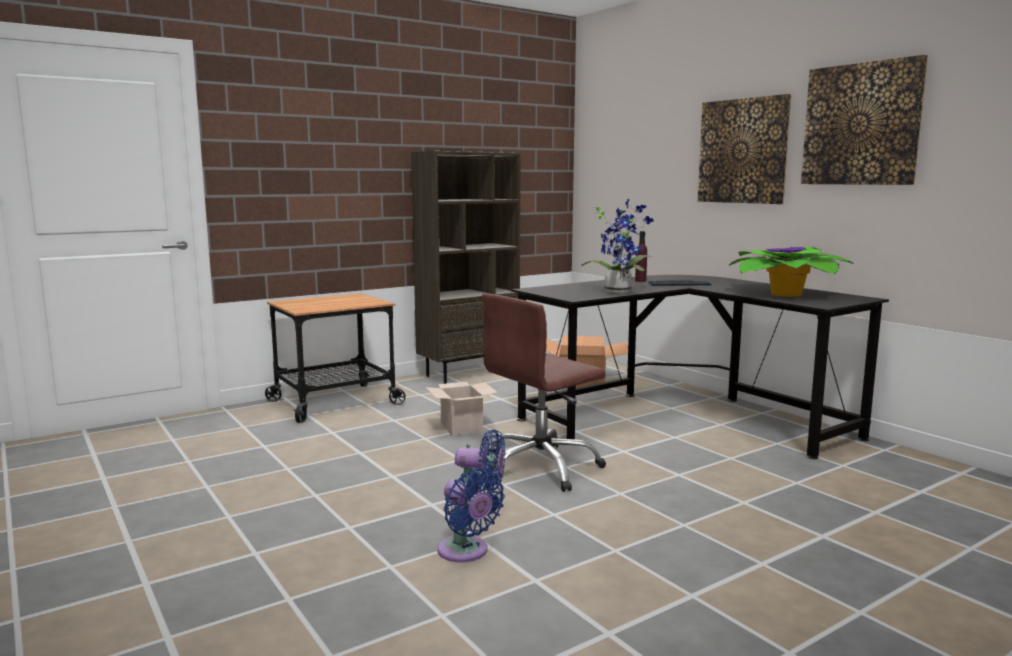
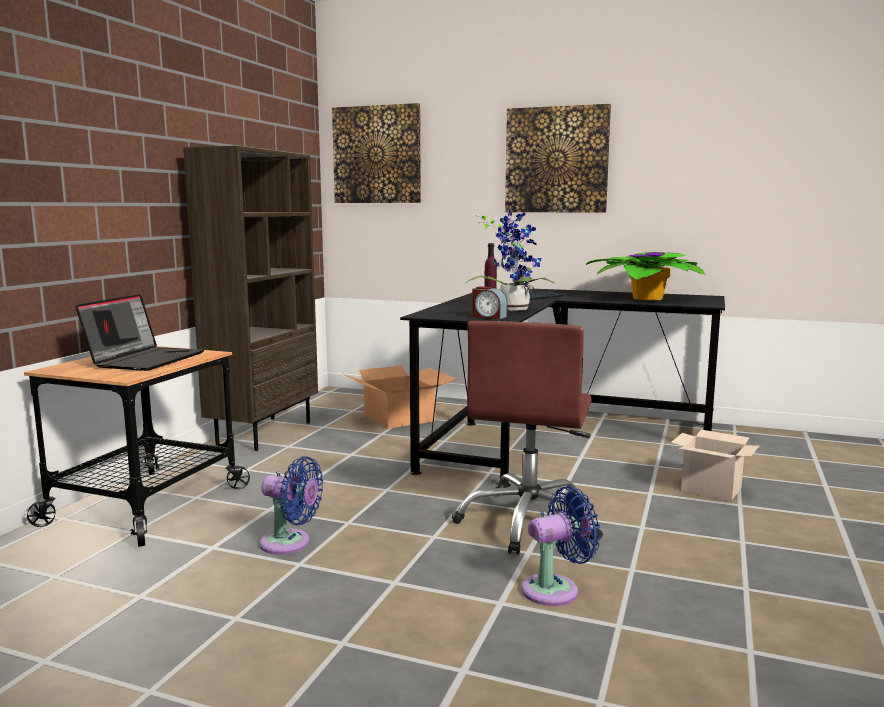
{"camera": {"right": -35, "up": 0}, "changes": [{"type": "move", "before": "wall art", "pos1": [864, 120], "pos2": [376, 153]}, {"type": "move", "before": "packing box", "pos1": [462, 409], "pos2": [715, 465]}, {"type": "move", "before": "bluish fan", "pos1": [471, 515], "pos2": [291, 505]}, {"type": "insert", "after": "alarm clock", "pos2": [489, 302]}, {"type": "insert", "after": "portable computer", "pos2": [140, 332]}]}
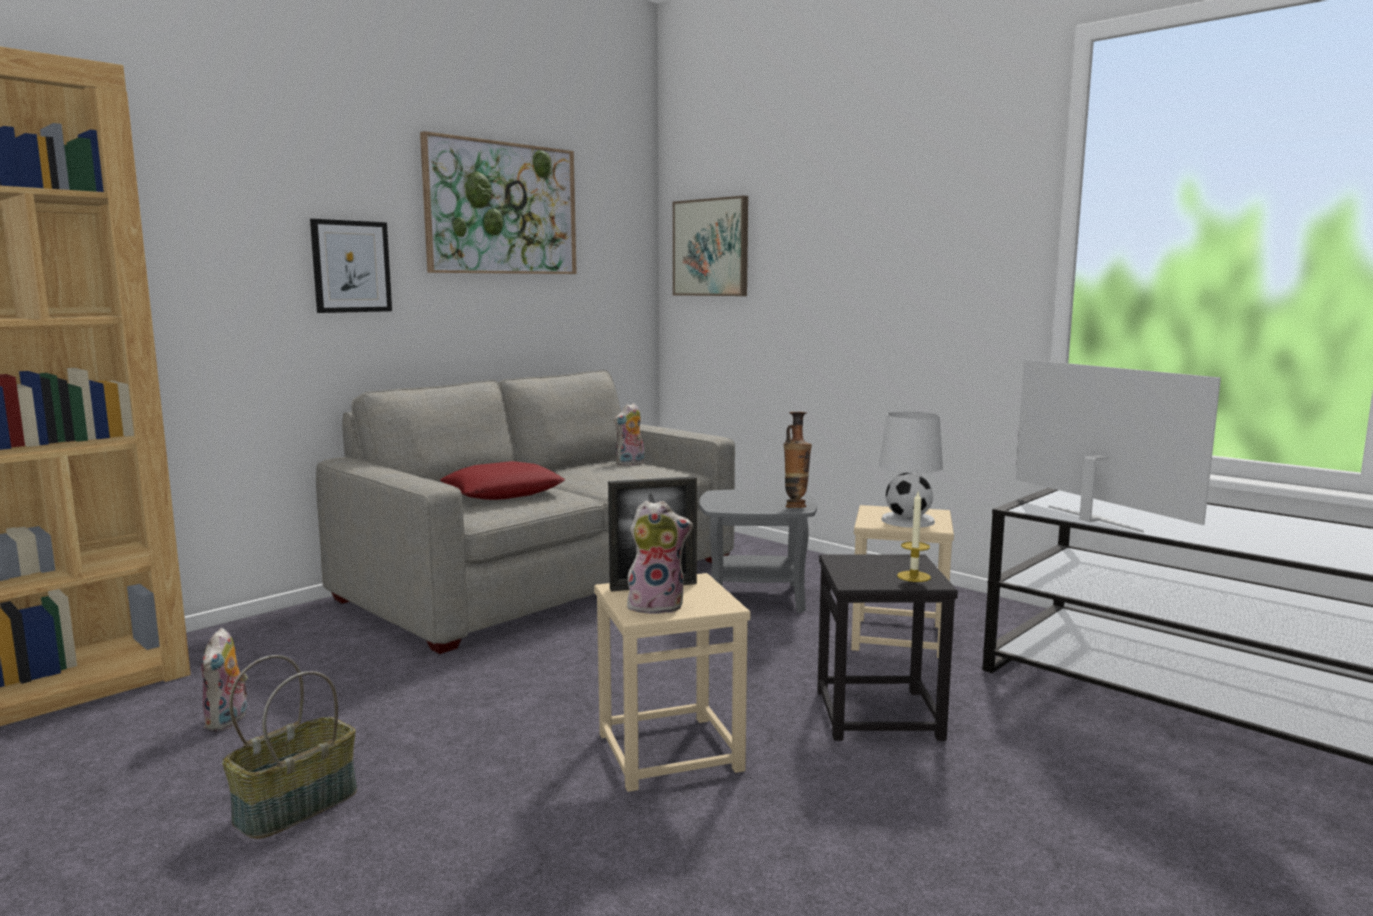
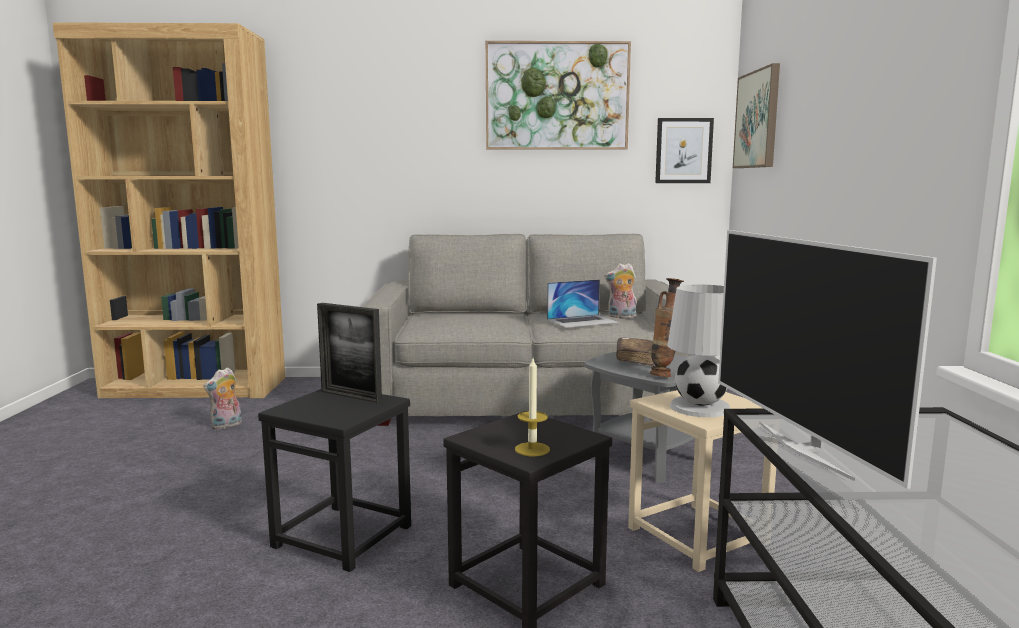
{"camera": {"right": 45, "up": 0}, "changes": [{"type": "move", "before": "wall art", "pos1": [351, 266], "pos2": [684, 150]}, {"type": "rotate", "before": "TV set", "pos1": [1118, 446], "pos2": [827, 359], "turn": 150}, {"type": "delete", "before": "reddish pillow", "pos1": [502, 480]}, {"type": "delete", "before": "plush toy", "pos1": [660, 557]}, {"type": "recolor", "before": "beige stool seat", "after": "blackish stool seat", "pos1": [672, 682], "pos2": [334, 480]}, {"type": "delete", "before": "household basket", "pos1": [289, 747]}, {"type": "insert", "after": "portable computer", "pos2": [583, 303]}, {"type": "insert", "after": "brown book", "pos2": [635, 352]}]}
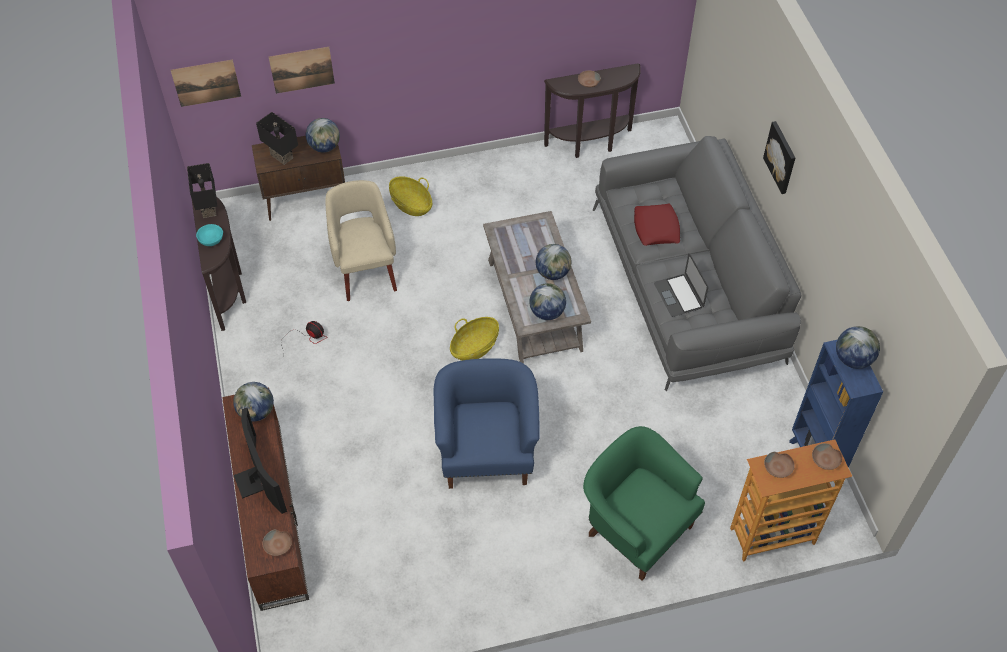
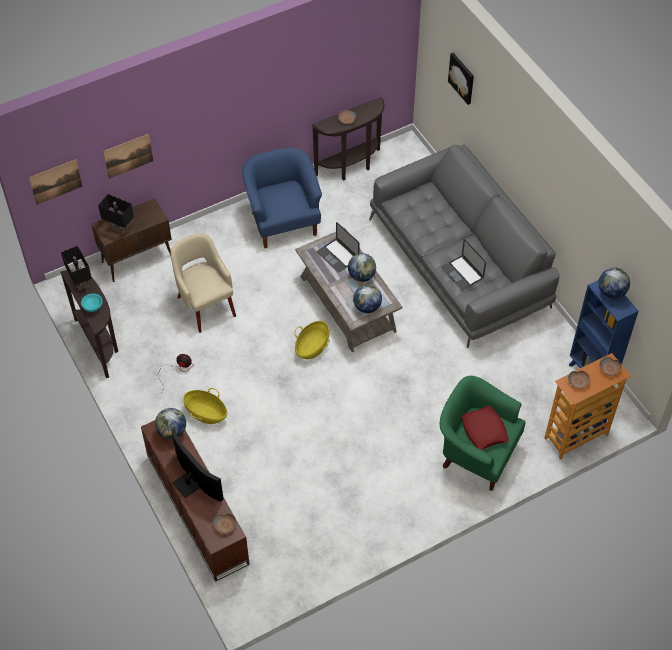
{"camera": {"right": -15, "up": 0}, "changes": [{"type": "delete", "before": "globe", "pos1": [323, 135]}, {"type": "move", "before": "wall art", "pos1": [779, 157], "pos2": [461, 79]}, {"type": "move", "before": "household basket", "pos1": [410, 196], "pos2": [205, 406]}, {"type": "move", "before": "reddish pillow", "pos1": [657, 225], "pos2": [485, 427]}, {"type": "move", "before": "bluish lounge chair", "pos1": [487, 423], "pos2": [282, 198]}, {"type": "insert", "after": "portable computer", "pos2": [338, 247]}]}
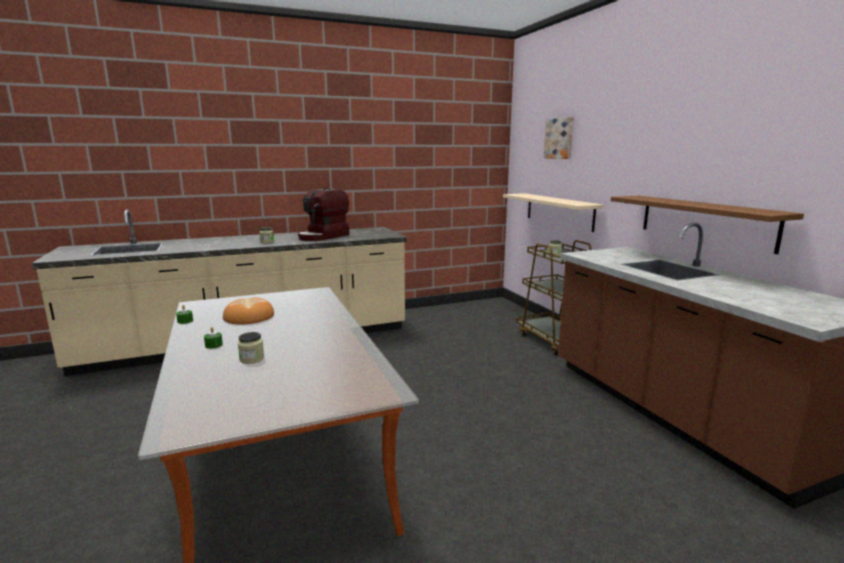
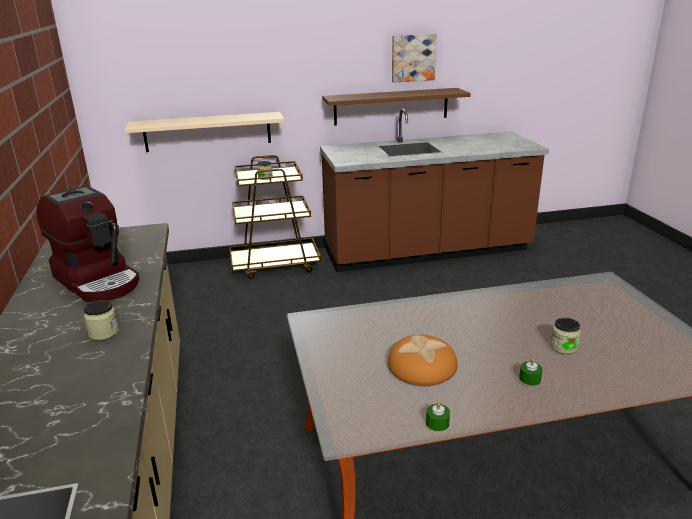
{"camera": {"right": -80, "up": 10}, "changes": [{"type": "move", "before": "wall art", "pos1": [558, 138], "pos2": [414, 58]}]}
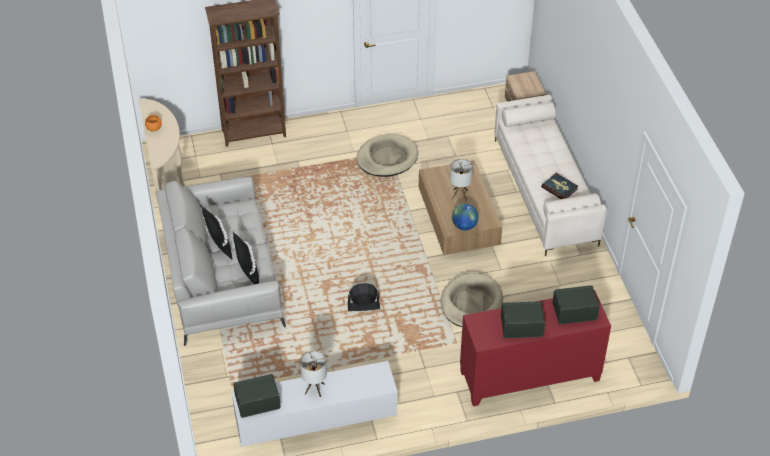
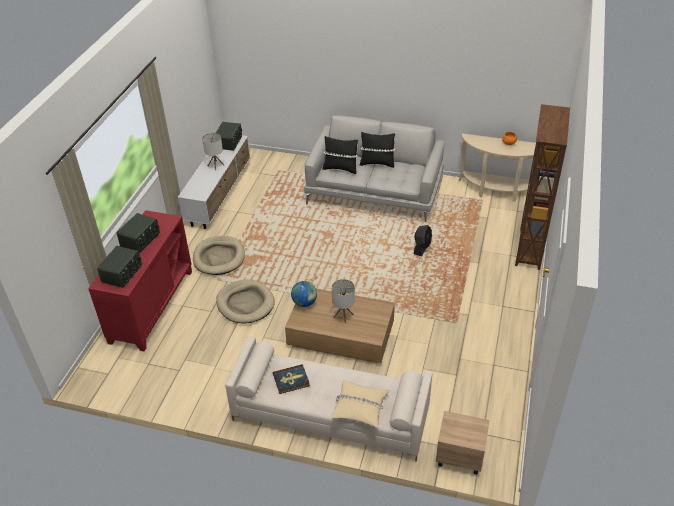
{"camera": {"right": 120, "up": -5}, "changes": [{"type": "move", "before": "beige dog bed", "pos1": [387, 155], "pos2": [219, 255]}, {"type": "move", "before": "blackish fan", "pos1": [364, 297], "pos2": [423, 240]}, {"type": "insert", "after": "beige pillow", "pos2": [360, 404]}]}
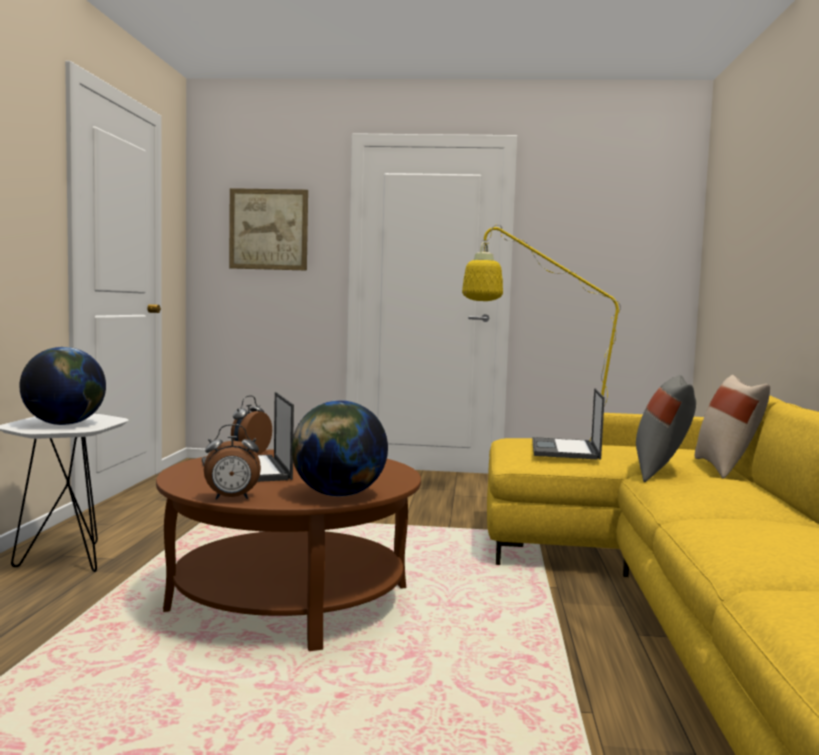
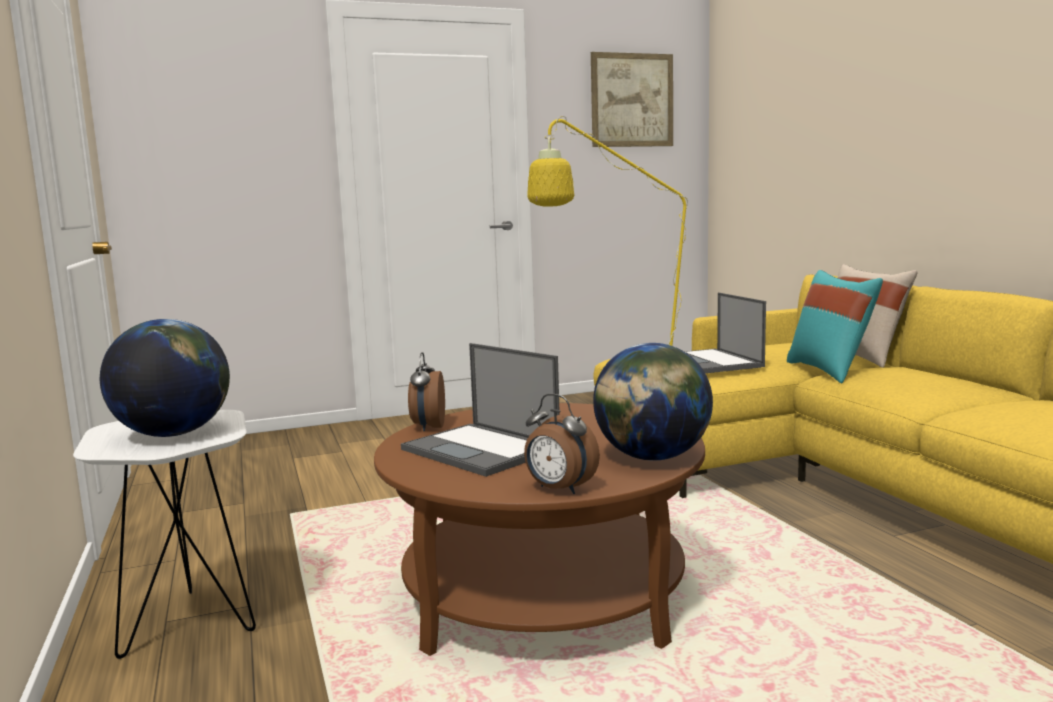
{"camera": {"right": -25, "up": 5}, "changes": [{"type": "move", "before": "wall art", "pos1": [268, 229], "pos2": [632, 99]}, {"type": "recolor", "before": "gray pillow", "after": "blue-green pillow", "pos1": [666, 428], "pos2": [835, 327]}, {"type": "rotate", "before": "alarm clock", "pos1": [232, 462], "pos2": [562, 444], "turn": 75}]}
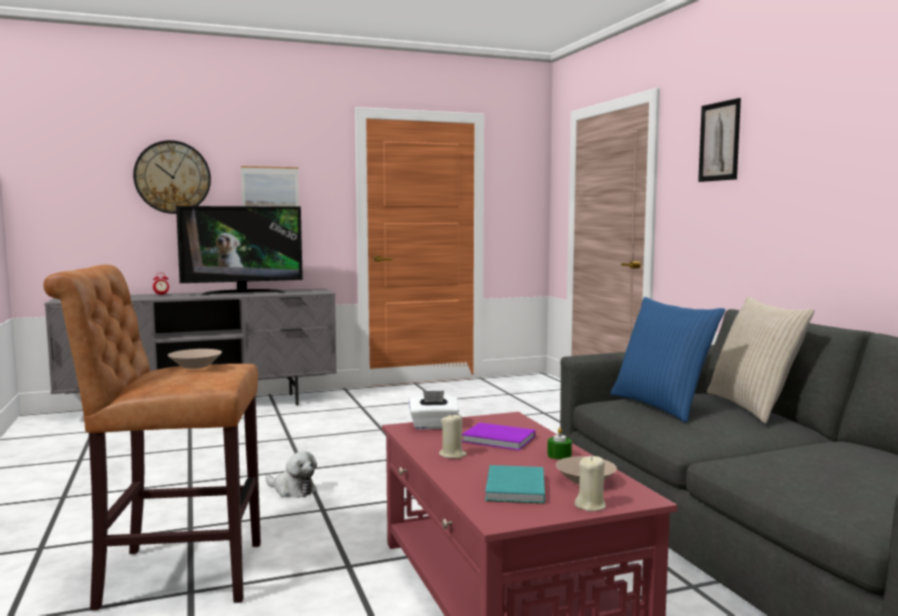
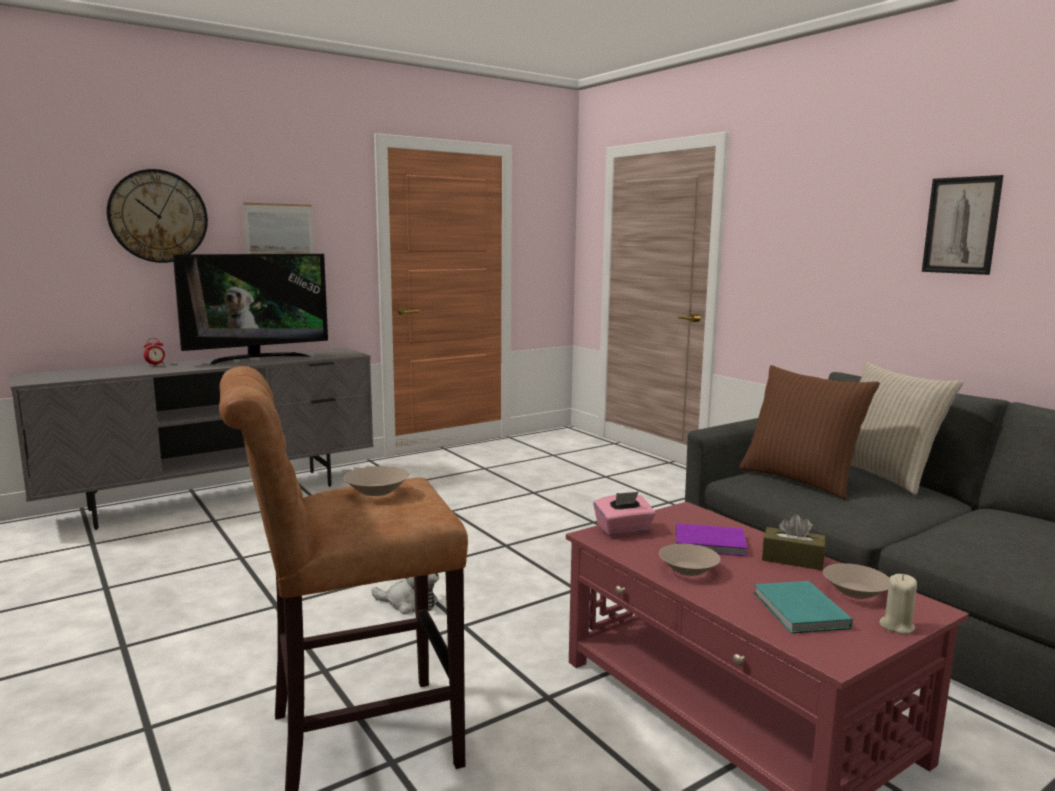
{"camera": {"right": -15, "up": 5}, "changes": [{"type": "move", "before": "wall art", "pos1": [719, 140], "pos2": [963, 225]}, {"type": "recolor", "before": "bluish pillow", "after": "brown pillow", "pos1": [667, 360], "pos2": [809, 432]}, {"type": "recolor", "before": "white-coloured tissue holder", "after": "pinkish tissue holder", "pos1": [434, 409], "pos2": [624, 514]}, {"type": "replace", "before": "beige candle", "after": "beige bowl", "pos1": [453, 436], "pos2": [689, 560]}, {"type": "replace", "before": "green-coloured candle", "after": "brown tissue holder", "pos1": [559, 444], "pos2": [794, 542]}]}
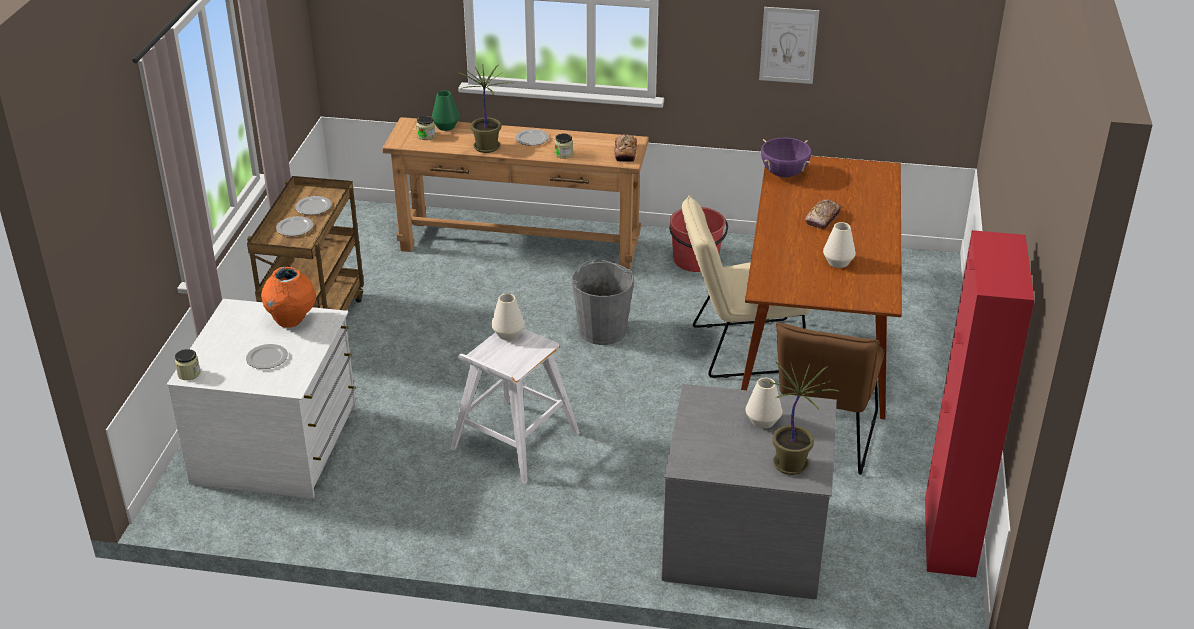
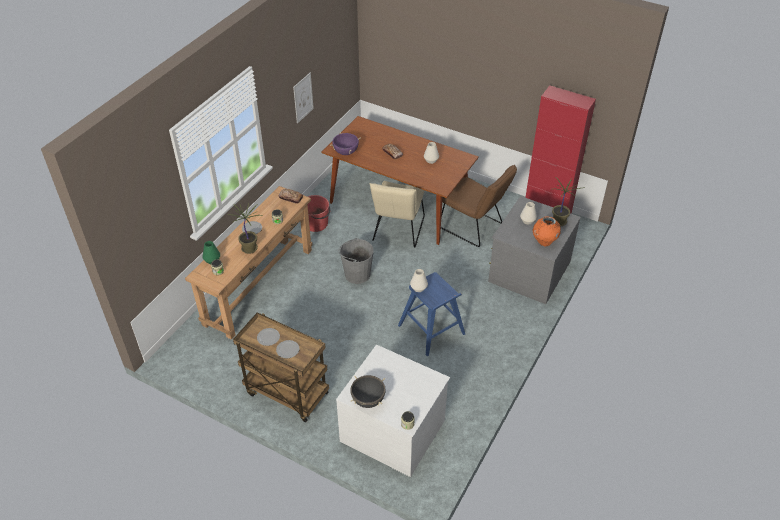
{"camera": {"right": -70, "up": 10}, "changes": [{"type": "move", "before": "orange decorative vase", "pos1": [288, 297], "pos2": [547, 231]}, {"type": "recolor", "before": "white-coloured stool seat", "after": "bluish stool seat", "pos1": [515, 406], "pos2": [431, 314]}, {"type": "delete", "before": "flat dish", "pos1": [267, 356]}, {"type": "insert", "after": "blackish cooking pot", "pos2": [368, 391]}]}
